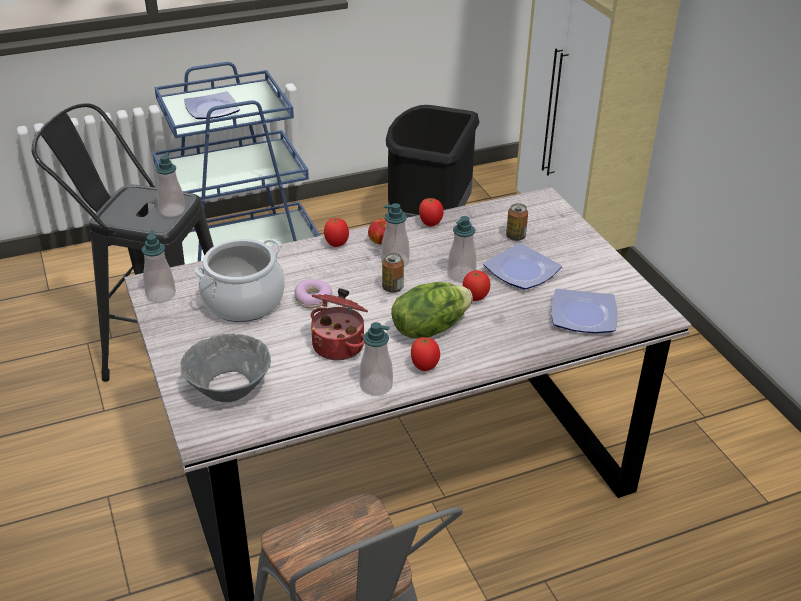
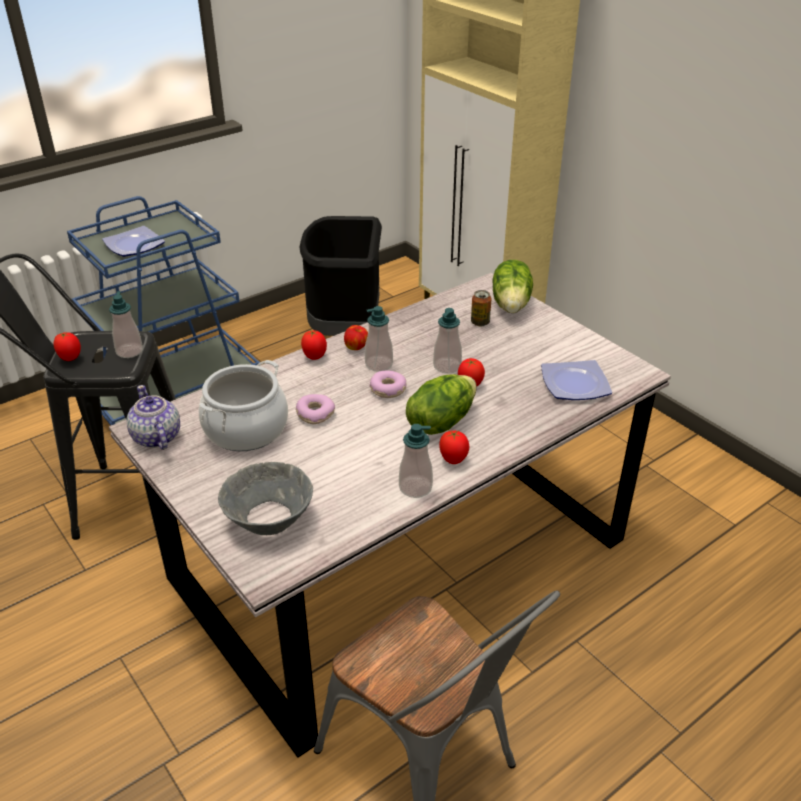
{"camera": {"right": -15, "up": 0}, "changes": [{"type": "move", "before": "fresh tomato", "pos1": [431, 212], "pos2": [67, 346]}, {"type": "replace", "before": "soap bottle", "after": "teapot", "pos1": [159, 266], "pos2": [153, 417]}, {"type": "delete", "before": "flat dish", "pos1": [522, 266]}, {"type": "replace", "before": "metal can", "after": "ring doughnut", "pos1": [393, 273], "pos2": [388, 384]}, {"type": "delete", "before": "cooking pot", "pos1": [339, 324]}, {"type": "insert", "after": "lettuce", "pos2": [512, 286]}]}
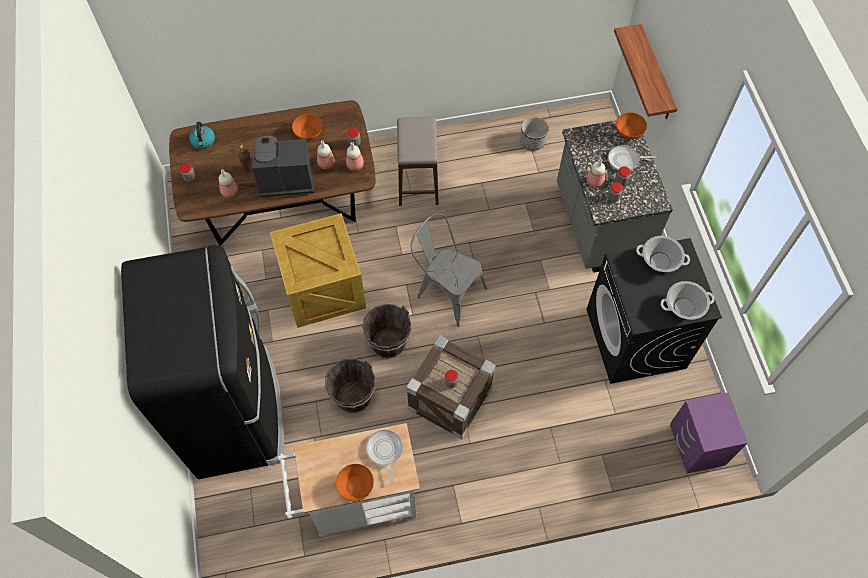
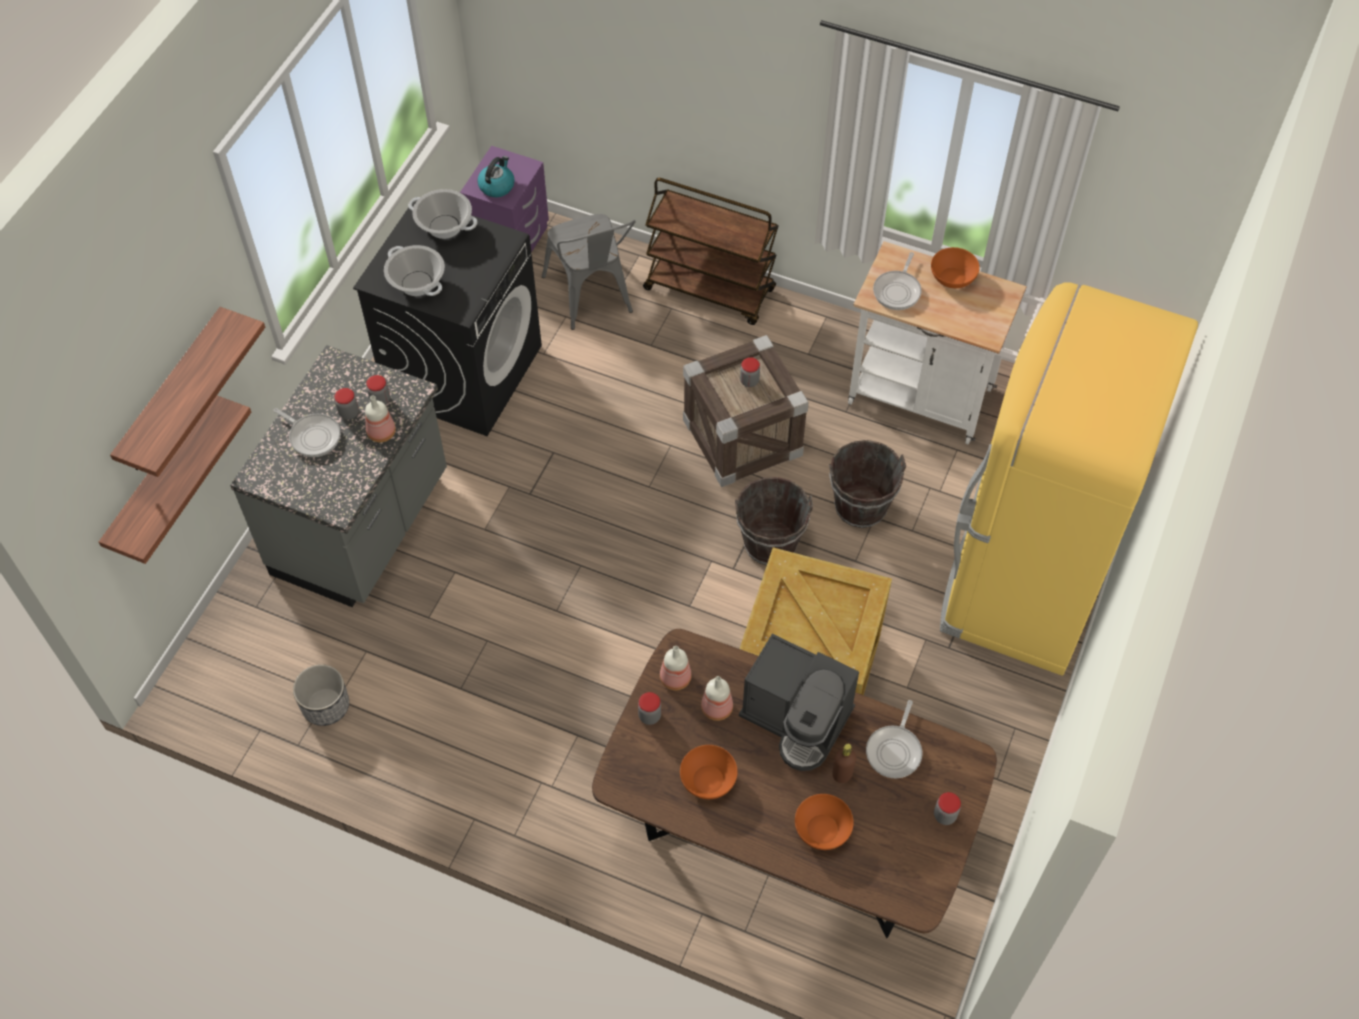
{"camera": {"right": -145, "up": -5}, "changes": [{"type": "move", "before": "orange bowl", "pos1": [631, 125], "pos2": [824, 822]}, {"type": "delete", "before": "stool seat", "pos1": [418, 161]}, {"type": "move", "before": "kettle", "pos1": [202, 135], "pos2": [496, 176]}, {"type": "replace", "before": "beverage bottle", "after": "skillet", "pos1": [228, 183], "pos2": [894, 739]}, {"type": "move", "before": "gray upright chair", "pos1": [449, 270], "pos2": [589, 272]}, {"type": "recolor", "before": "blackish fridge", "after": "yellowish fridge", "pos1": [202, 362], "pos2": [1069, 479]}, {"type": "insert", "after": "brown wheeled cart", "pos2": [711, 251]}, {"type": "insert", "after": "bracket shelf", "pos2": [187, 392]}]}
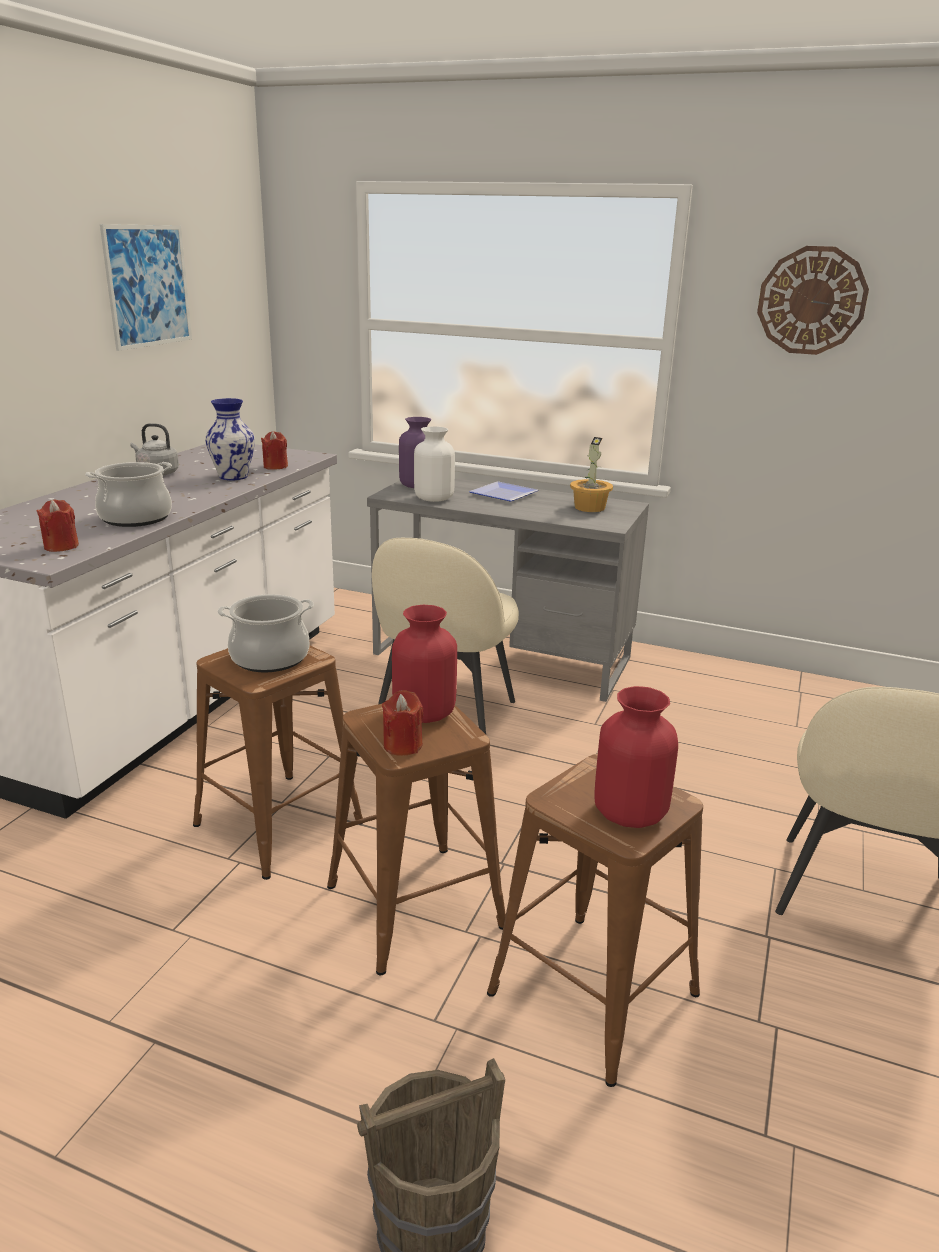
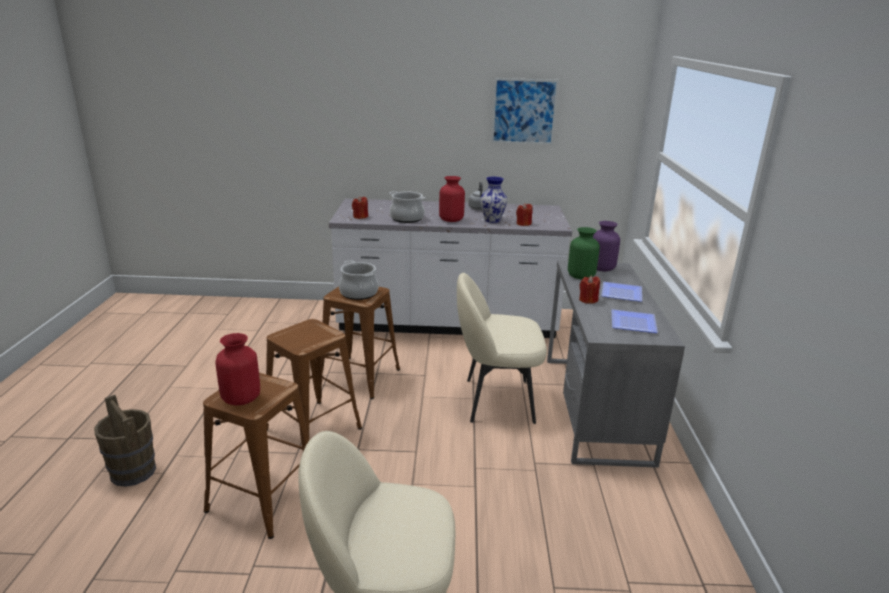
{"camera": {"right": 70, "up": 0}, "changes": [{"type": "delete", "before": "clock on the wall", "pos1": [813, 300]}, {"type": "recolor", "before": "white-coloured decorative vase", "after": "green-coloured decorative vase", "pos1": [434, 464], "pos2": [584, 253]}, {"type": "replace", "before": "potted plant", "after": "flat dish", "pos1": [591, 474], "pos2": [634, 321]}, {"type": "move", "before": "reddish decorative vase", "pos1": [424, 664], "pos2": [452, 199]}, {"type": "move", "before": "reddish candle", "pos1": [402, 723], "pos2": [589, 289]}]}
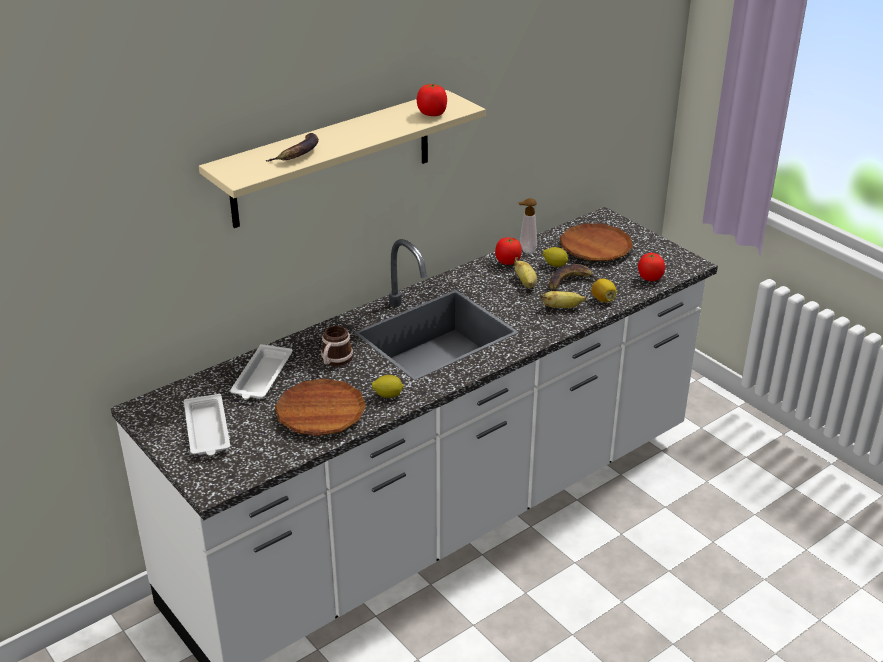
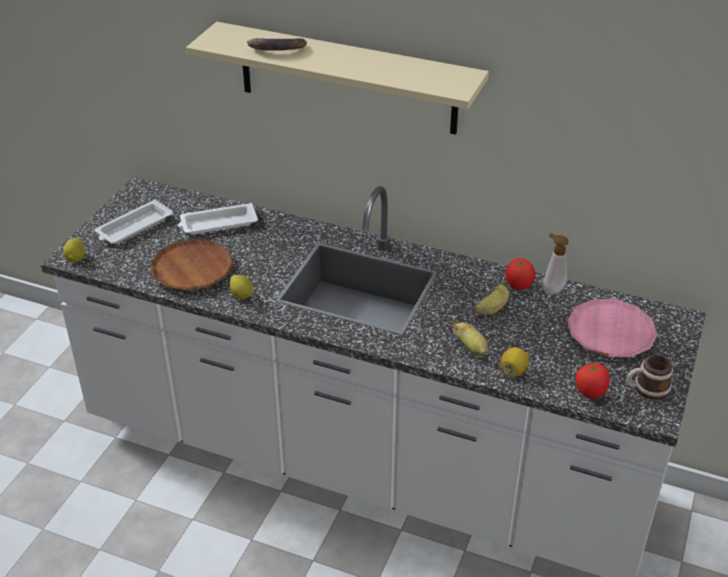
{"camera": {"right": 60, "up": 5}, "changes": [{"type": "delete", "before": "fresh tomato", "pos1": [432, 100]}, {"type": "recolor", "before": "brown flat dish", "after": "pinkish flat dish", "pos1": [596, 242], "pos2": [612, 328]}, {"type": "move", "before": "whole lemon", "pos1": [555, 257], "pos2": [74, 250]}, {"type": "delete", "before": "whole banana", "pos1": [573, 277]}, {"type": "move", "before": "tea mug", "pos1": [337, 346], "pos2": [649, 377]}]}
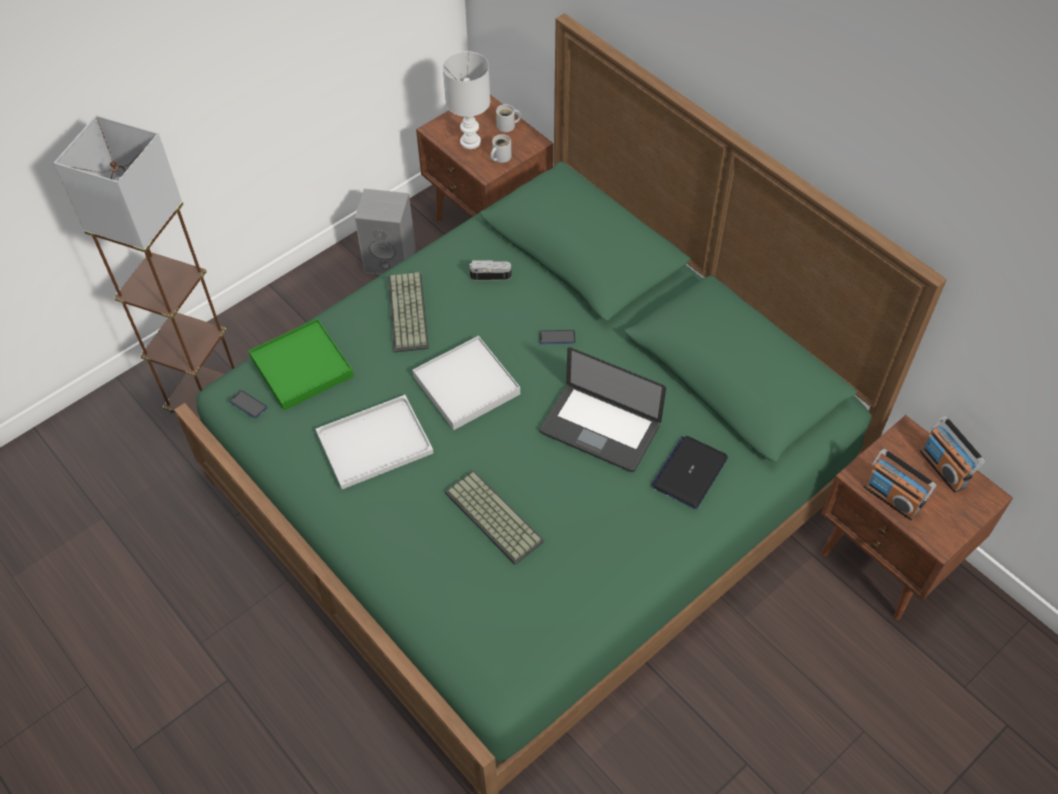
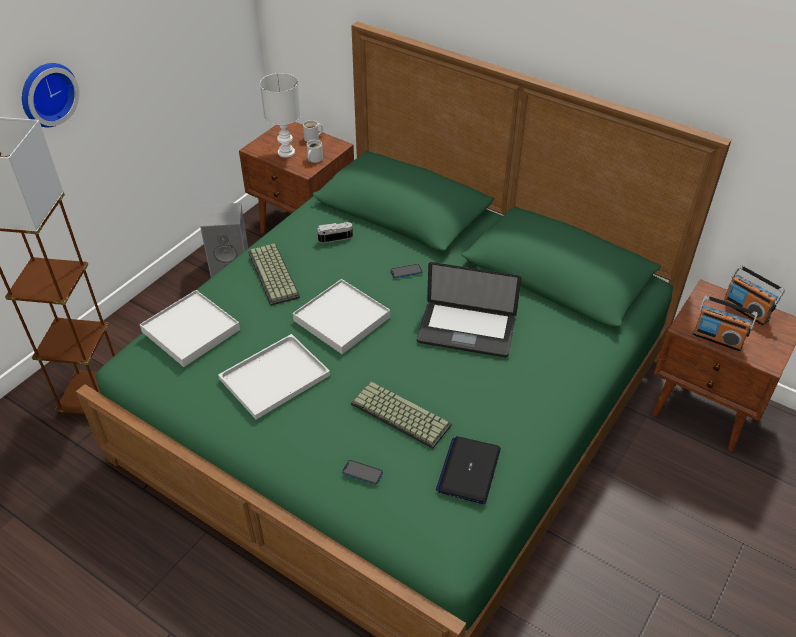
{"camera": {"right": -15, "up": -10}, "changes": [{"type": "recolor", "before": "green-coloured serving tray", "after": "white-coloured serving tray", "pos1": [301, 364], "pos2": [190, 328]}, {"type": "move", "before": "handset", "pos1": [248, 404], "pos2": [362, 472]}, {"type": "move", "before": "portable computer", "pos1": [689, 472], "pos2": [468, 470]}, {"type": "insert", "after": "clock on the wall", "pos2": [50, 95]}]}
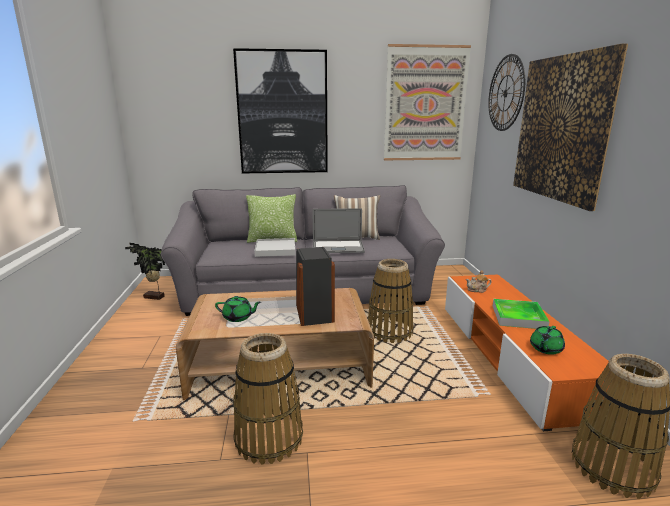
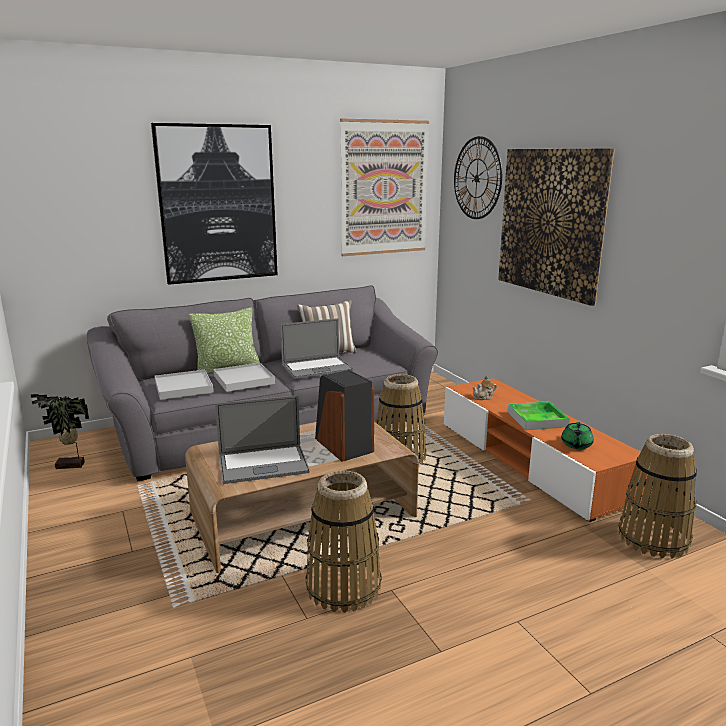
{"camera": {"right": -20, "up": 0}, "changes": [{"type": "replace", "before": "green-coloured teapot", "after": "portable computer", "pos1": [238, 309], "pos2": [262, 439]}, {"type": "insert", "after": "white-coloured serving tray", "pos2": [184, 385]}]}
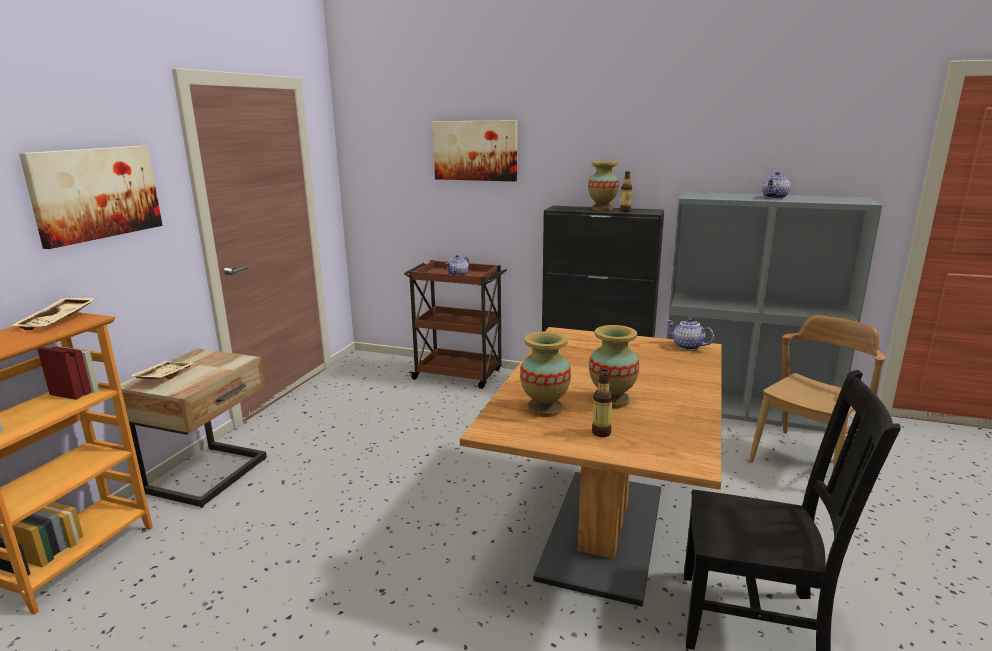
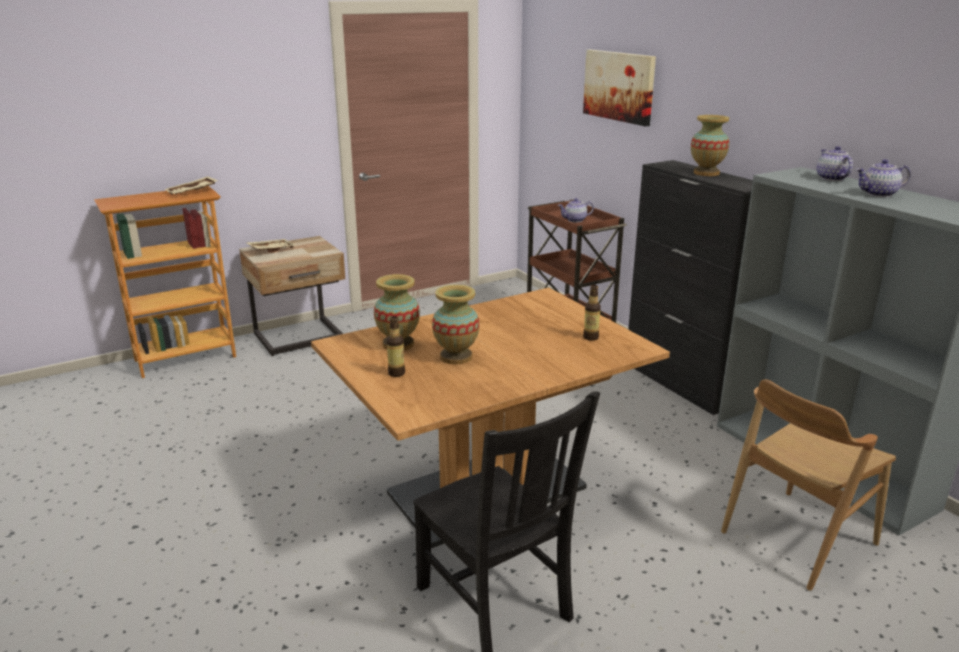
{"camera": {"right": 40, "up": 5}, "changes": [{"type": "delete", "before": "wall art", "pos1": [91, 197]}, {"type": "move", "before": "beverage bottle", "pos1": [626, 191], "pos2": [592, 313]}, {"type": "rotate", "before": "brown upright chair", "pos1": [817, 392], "pos2": [808, 485], "turn": 150}, {"type": "move", "before": "teapot", "pos1": [690, 334], "pos2": [835, 163]}]}
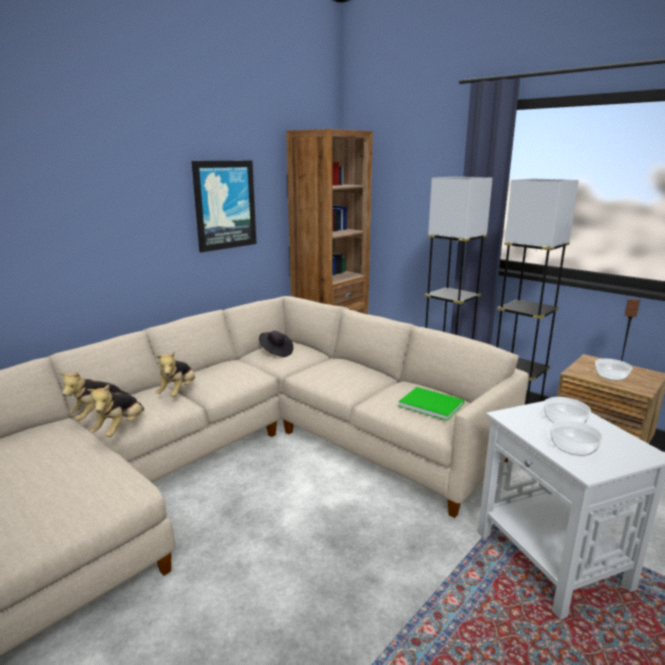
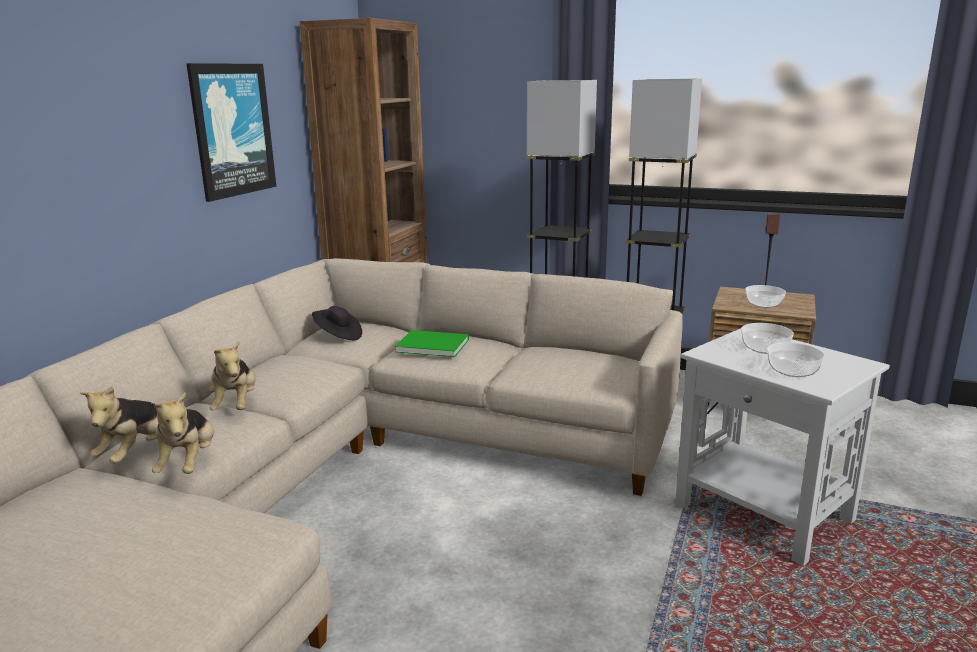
{"camera": {"right": -20, "up": 0}, "changes": [{"type": "move", "before": "green-coloured book", "pos1": [431, 404], "pos2": [432, 343]}]}
